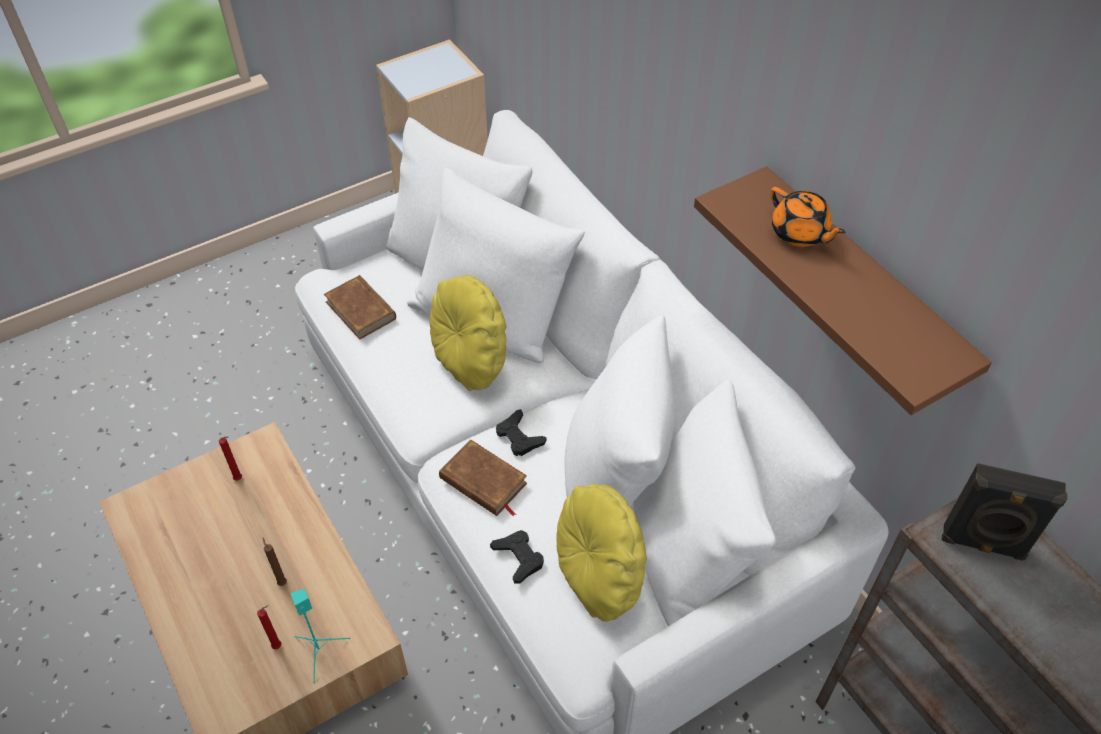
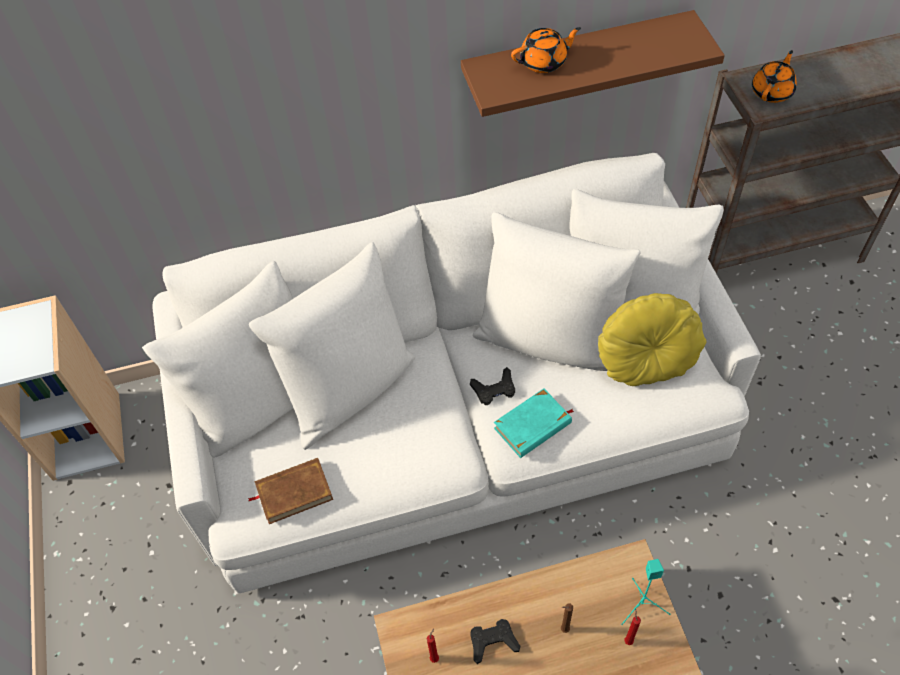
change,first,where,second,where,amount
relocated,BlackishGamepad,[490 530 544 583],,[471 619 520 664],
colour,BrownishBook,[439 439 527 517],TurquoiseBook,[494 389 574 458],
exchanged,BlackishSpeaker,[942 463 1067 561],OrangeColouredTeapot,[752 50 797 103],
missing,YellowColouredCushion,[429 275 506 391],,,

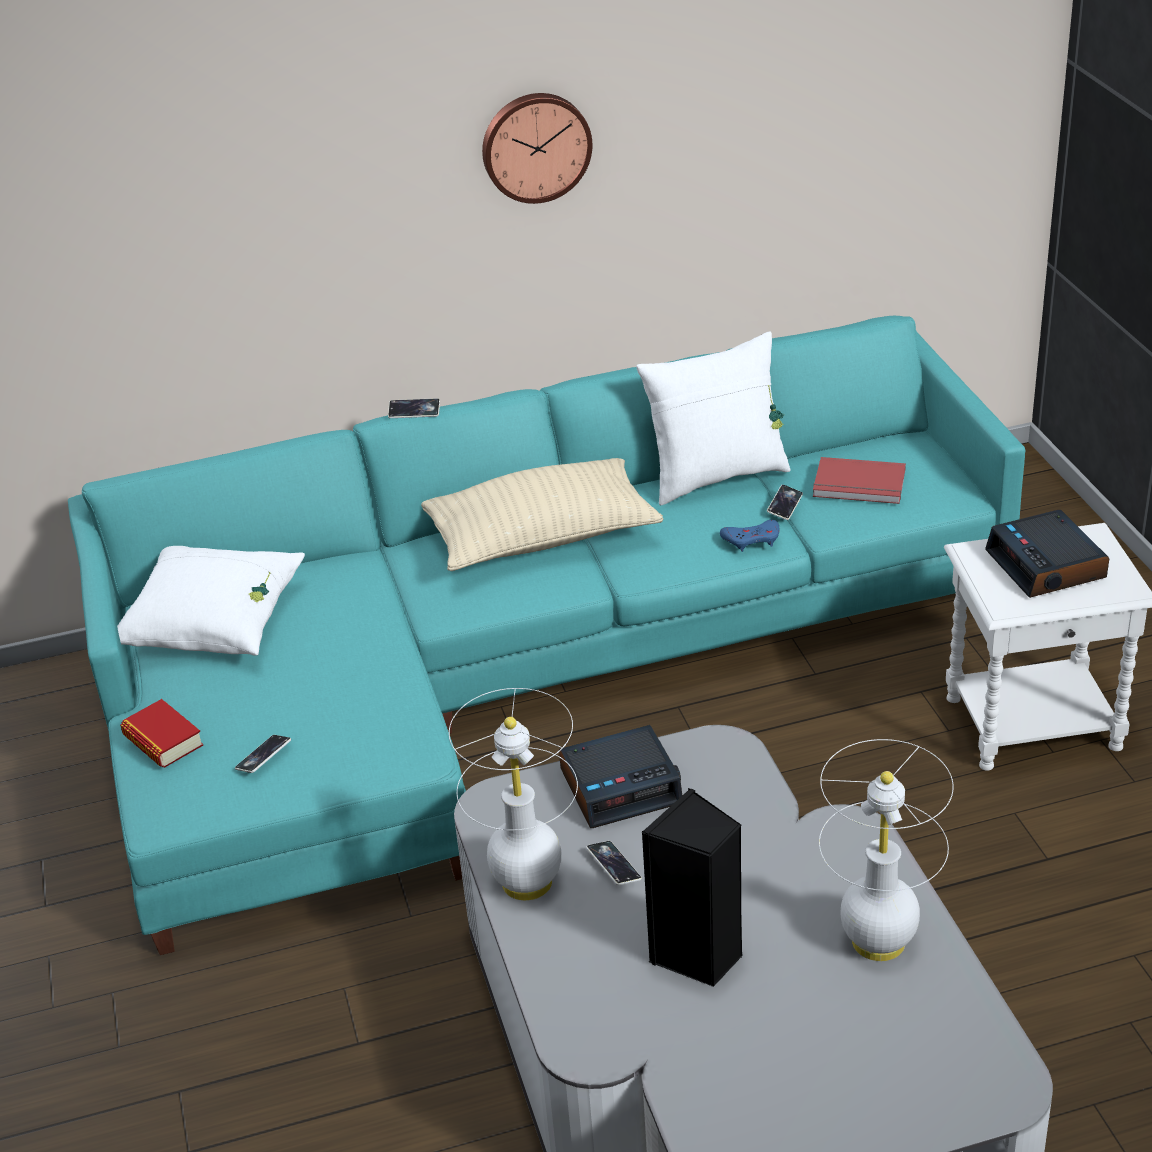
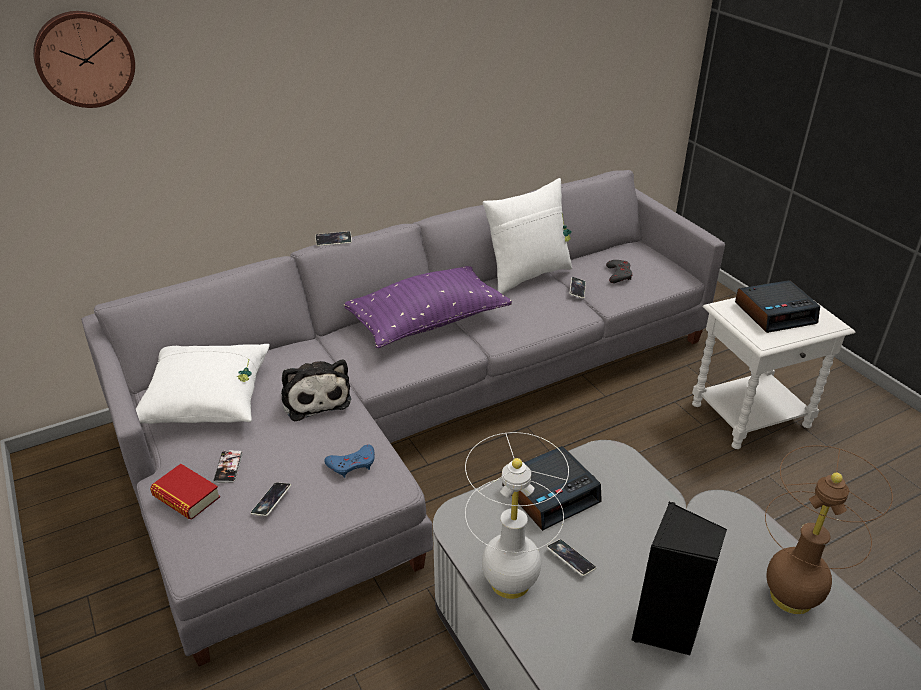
change,first,where,second,where,amount
relocated,ClockOnTheWall,[482 93 592 204],,[33 11 135 108],
colour,TurquoiseCouch,[68 316 1025 955],GreyCouch,[81 170 725 666],
appeared,,,Telephone,[213 450 243 483],
appeared,,,PlushToy,[281 359 352 422],
relocated,BluishGamepad,[720 520 779 552],,[324 445 375 478],
colour,SandColouredCushion,[421 458 663 571],PurpleColouredCushion,[344 266 512 348],
exchanged,ReddishBook,[813 457 906 504],GreyGamepad,[606 260 633 283],
spun,TableClock,[985 510 1109 598],,[735 280 820 333],75 degrees counterclockwise
colour,WhiteColouredTableLamp,[819 739 954 961],BrownishTableLamp,[765 445 893 614],

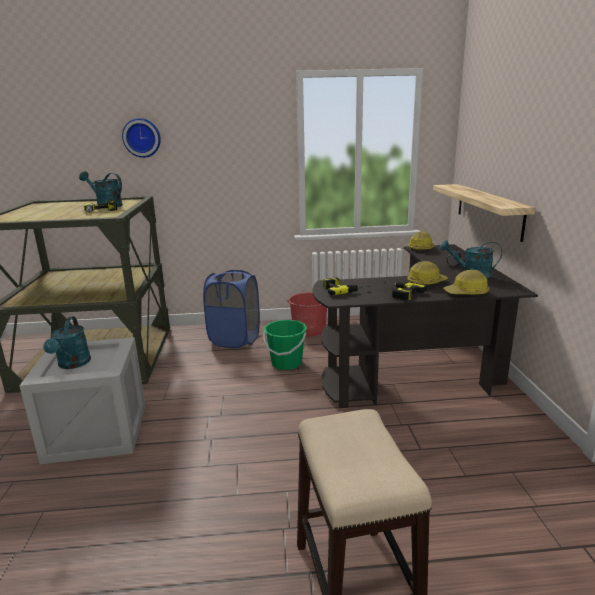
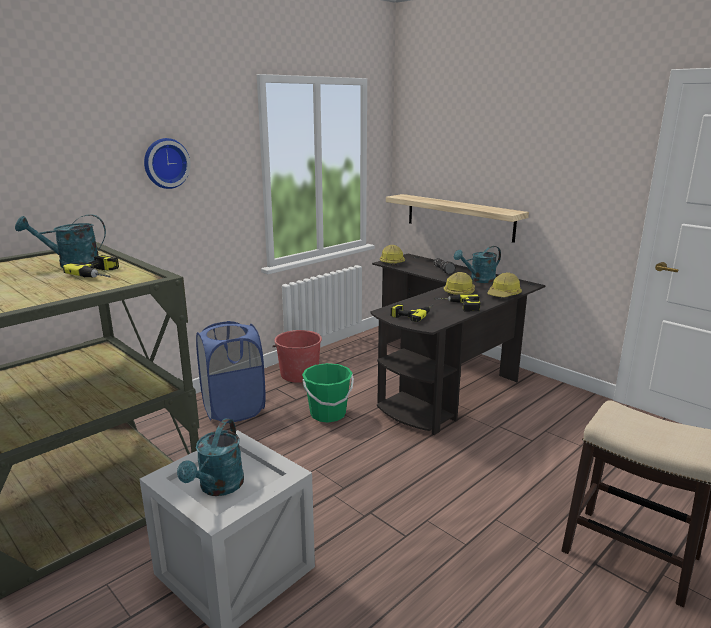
change,first,where,second,where,amount
relocated,ClockOnTheWall,[122 118 161 158],,[144 138 191 189],
spun,TurquoiseWateringCan,[43 317 91 369],,[177 418 244 496],60 degrees clockwise

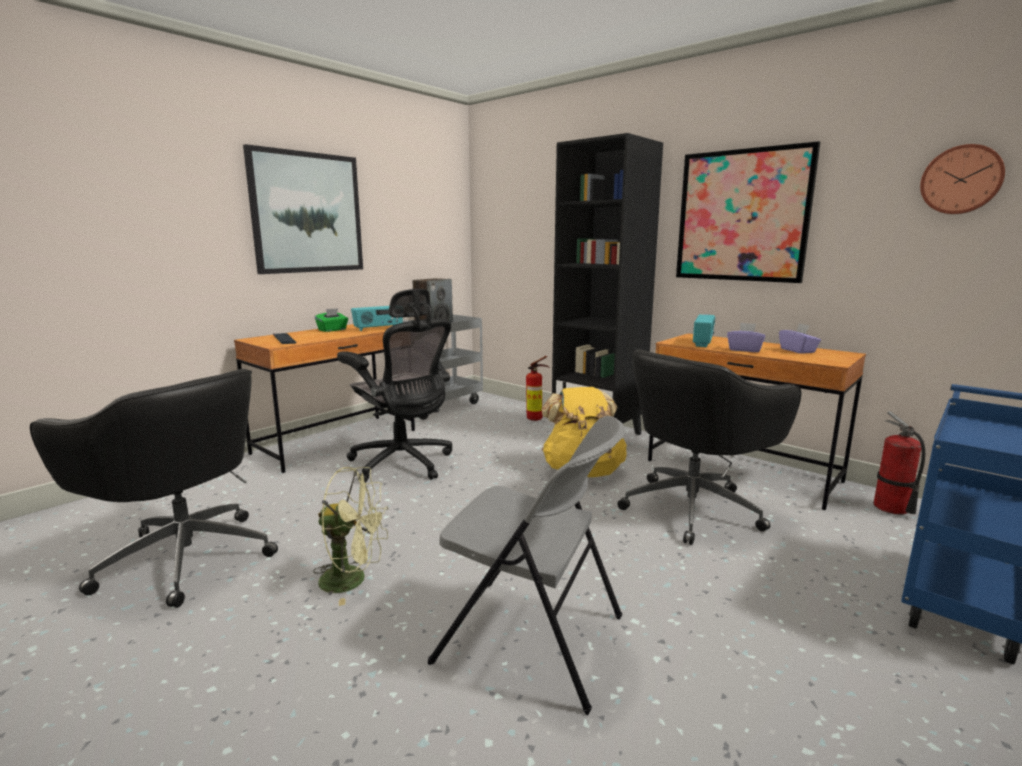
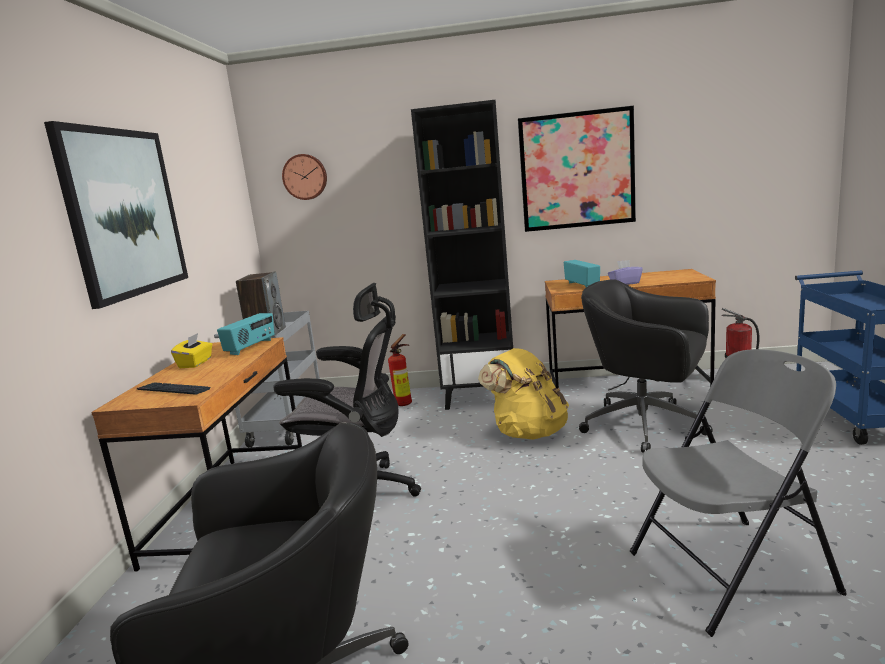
change,first,where,second,where,amount
colour,GreenishTissueHolder,[315 308 348 332],YellowColouredTissueHolder,[171 333 212 368],
relocated,ClockOnTheWall,[920 144 1005 214],,[282 154 327 200],
spun,BlackishDeskChair,[617 349 801 545],,[579 279 713 453],105 degrees clockwise
missing,GreenishElectricFan,[313 467 388 606],,,
missing,PurpleColouredTissueHolder,[779 323 821 354],,,

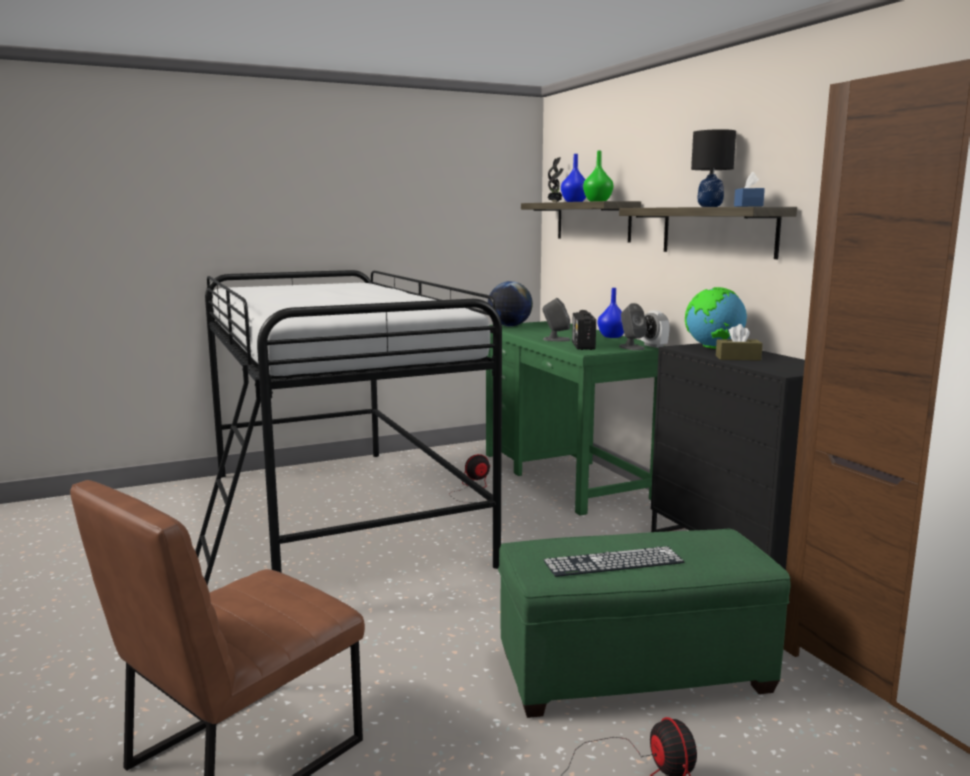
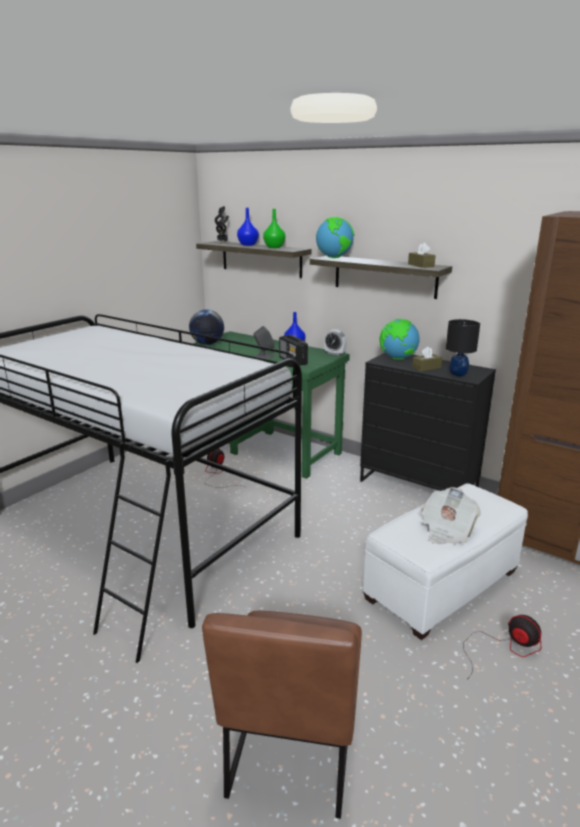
change,first,where,second,where,amount
appeared,,,DeskGlobe,[316 217 354 258],
colour,GreenishPouffe,[498 528 791 718],WhiteColouredPouffe,[363 483 528 640],
colour,BluishTissueHolder,[734 172 765 207],BrownishTissueHolder,[408 242 436 268],
exchanged,Keyboard,[543 546 685 577],PrintedPaper,[422 487 481 544],
relocated,BlackishTableLamp,[691 129 736 207],,[446 319 480 376],
missing,GreySpeaker,[619 303 647 350],,,

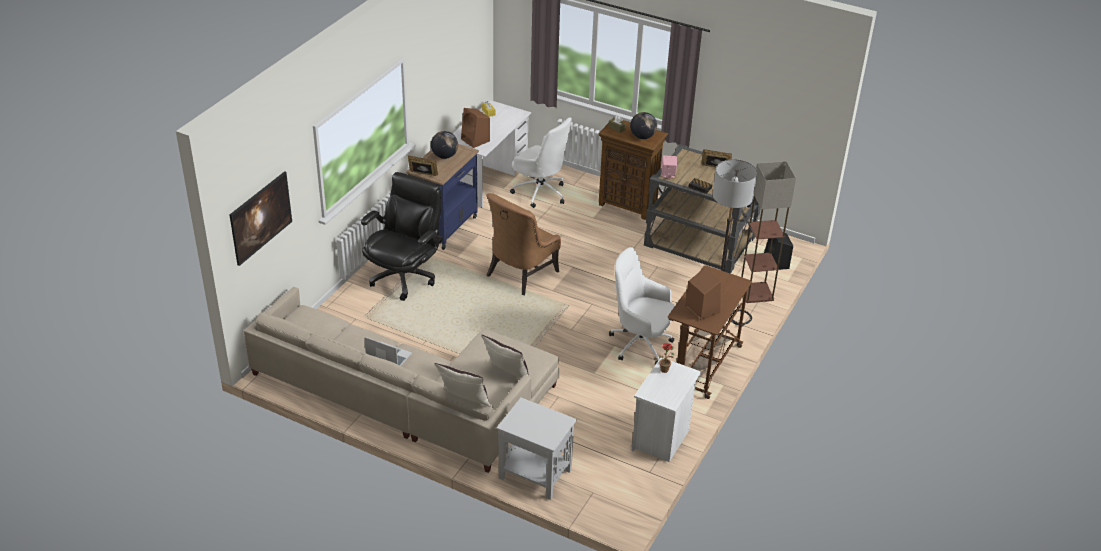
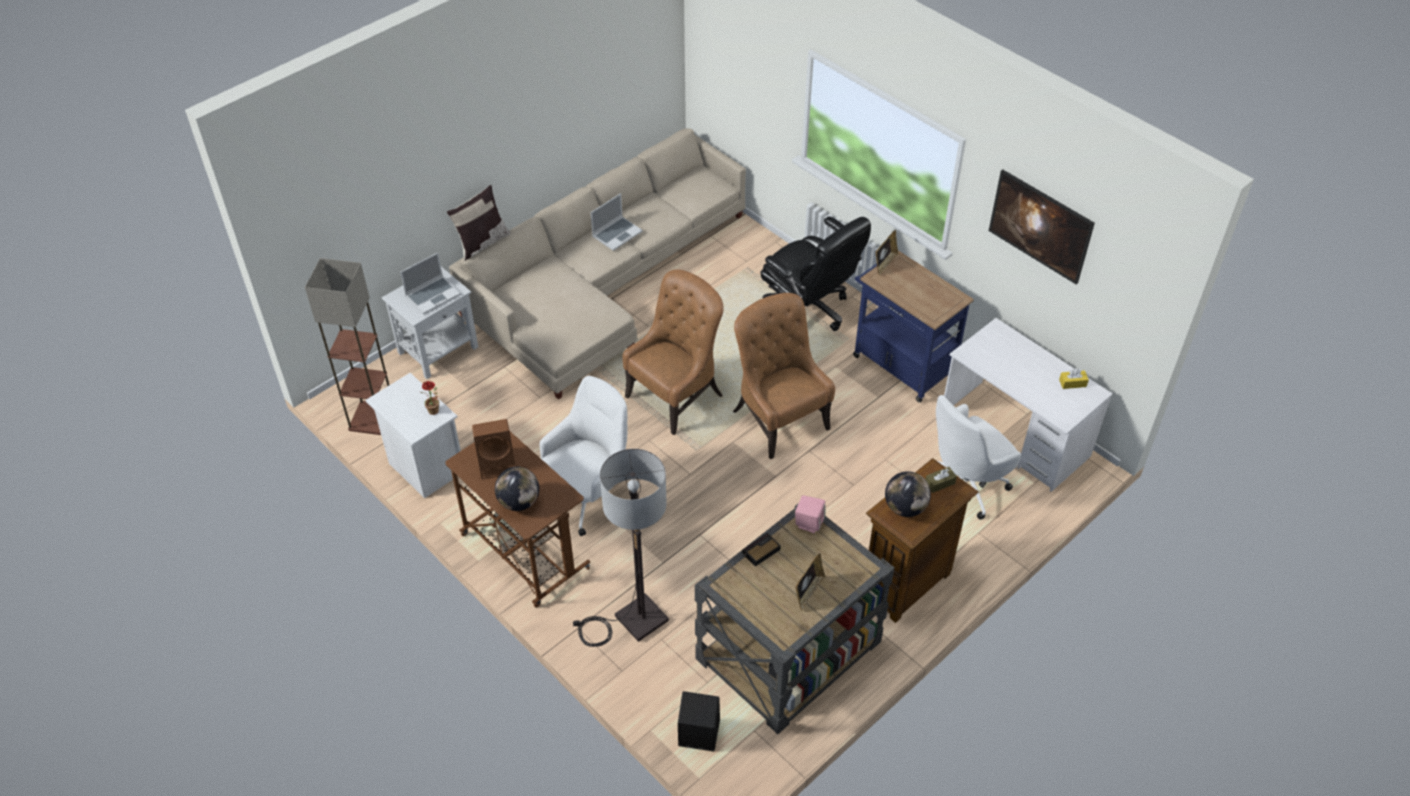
change,first,where,second,where,amount
relocated,StandardLamp,[741 161 796 303],,[305 258 389 435],
appeared,,,NotebookComputer,[400 252 460 314],
relocated,DeskGlobe,[431 131 458 159],,[495 467 539 511],
appeared,,,BrownishUprightChair,[622 270 724 435],
relocated,Picture,[230 171 292 266],,[989 169 1095 284],
missing,BrownishSpeaker,[461 108 490 148],,,
missing,Cushion,[481 335 529 378],,,

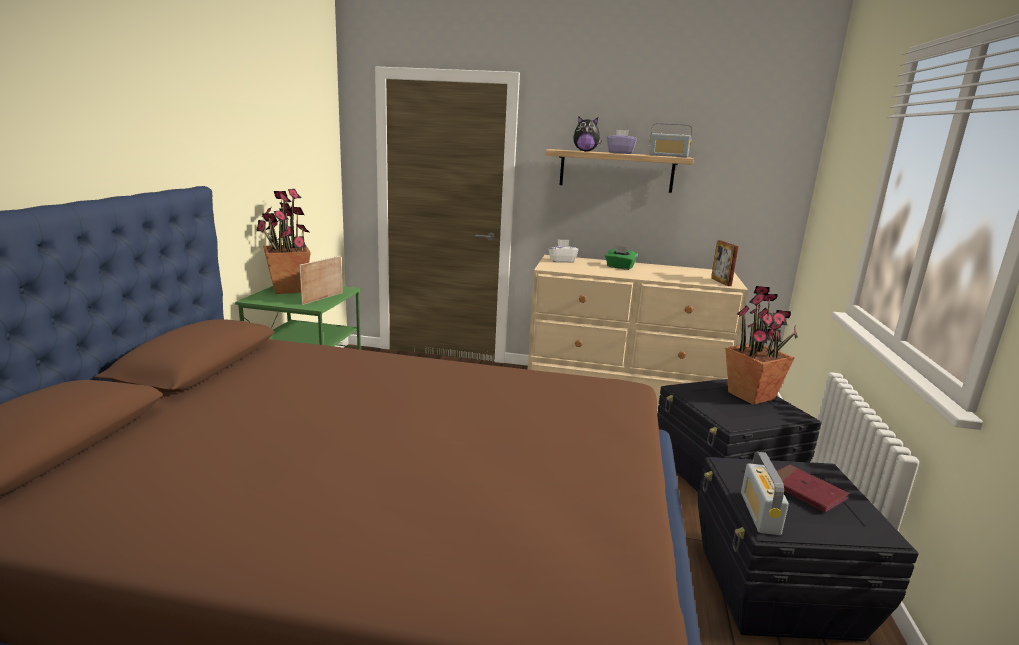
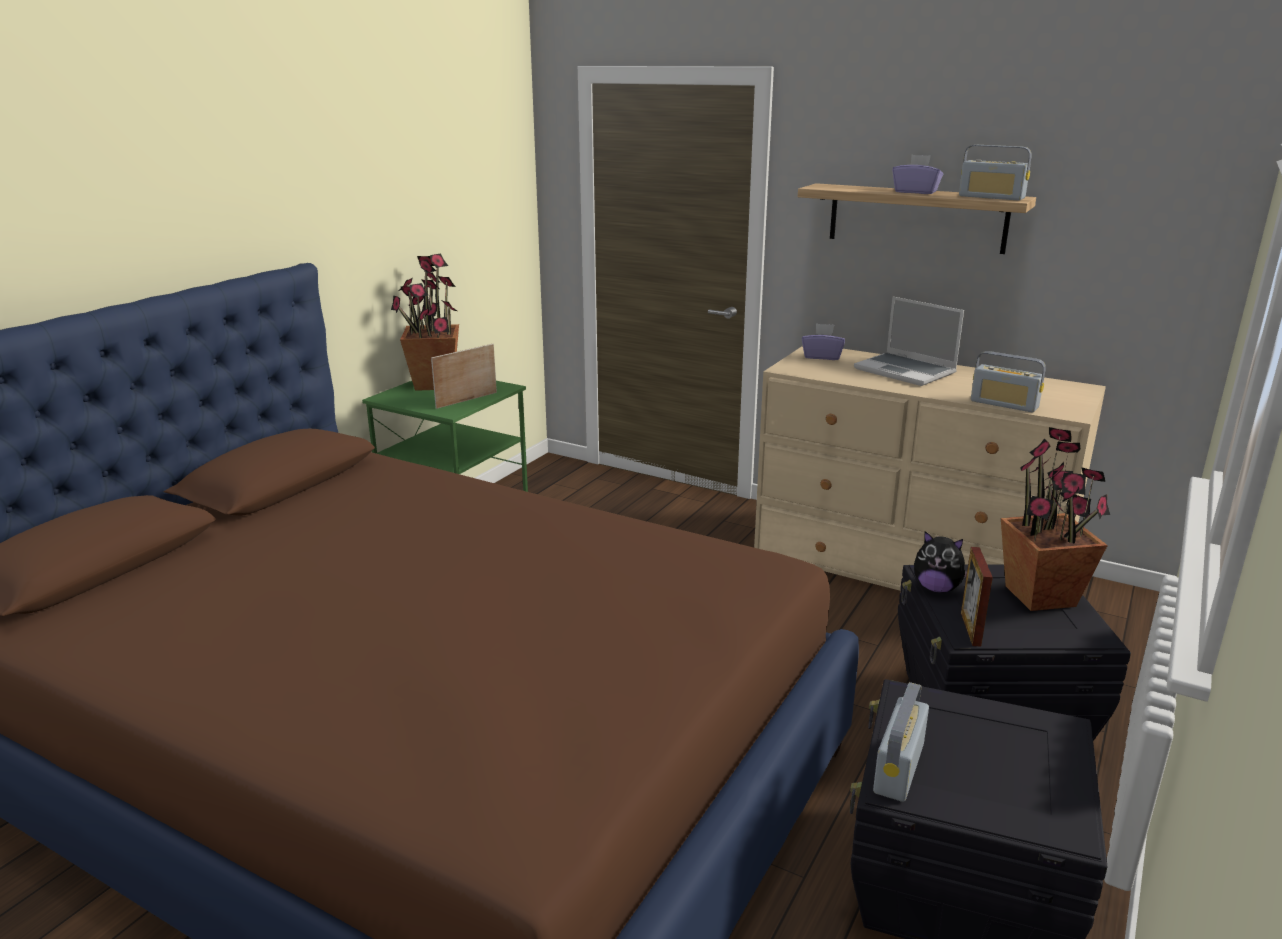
change,first,where,second,where,amount
colour,WhiteColouredTissueHolder,[548 239 578 263],PurpleColouredTissueHolder,[802 323 845 360],
exchanged,GreenishTissueHolder,[605 245 637 270],NotebookComputer,[854 297 964 386],
relocated,PlushToy,[573 117 602 152],,[914 531 967 593],
relocated,PictureFrame,[711 240 739 286],,[961 547 993 647],
appeared,,,Radio,[971 351 1046 412],
missing,ReddishBook,[777 464 849 512],,,

